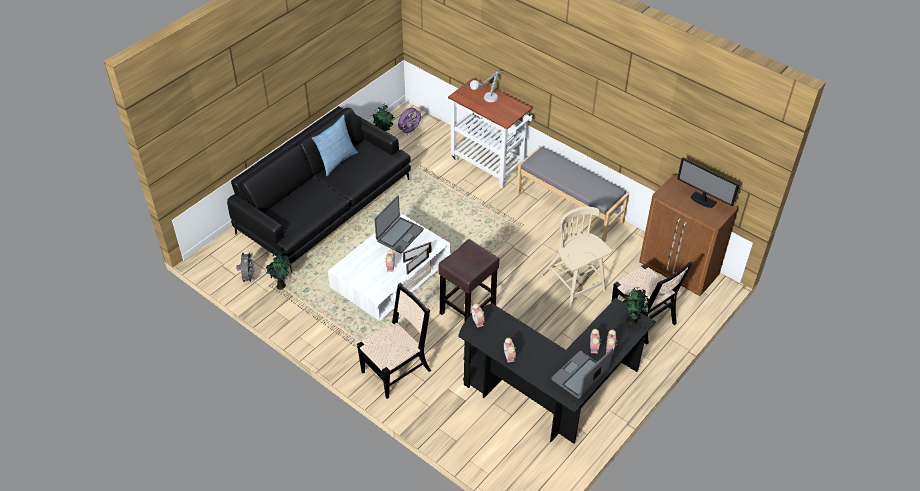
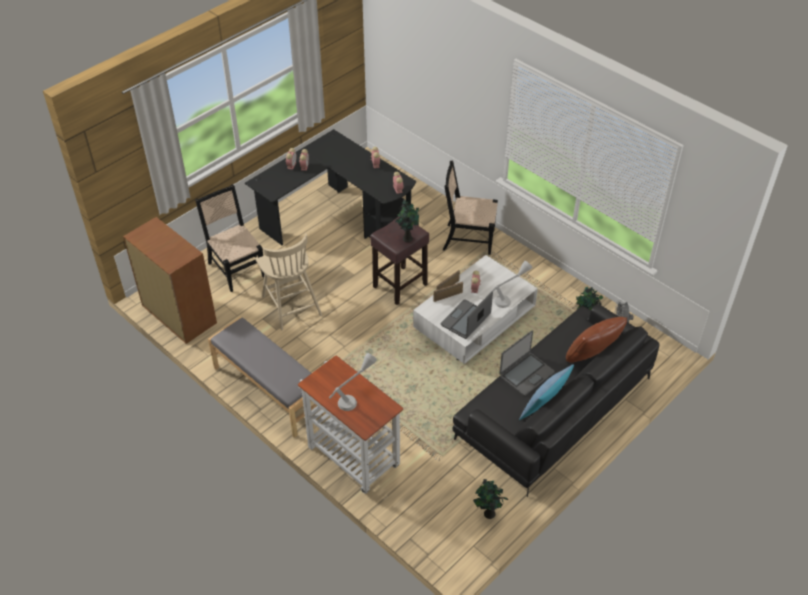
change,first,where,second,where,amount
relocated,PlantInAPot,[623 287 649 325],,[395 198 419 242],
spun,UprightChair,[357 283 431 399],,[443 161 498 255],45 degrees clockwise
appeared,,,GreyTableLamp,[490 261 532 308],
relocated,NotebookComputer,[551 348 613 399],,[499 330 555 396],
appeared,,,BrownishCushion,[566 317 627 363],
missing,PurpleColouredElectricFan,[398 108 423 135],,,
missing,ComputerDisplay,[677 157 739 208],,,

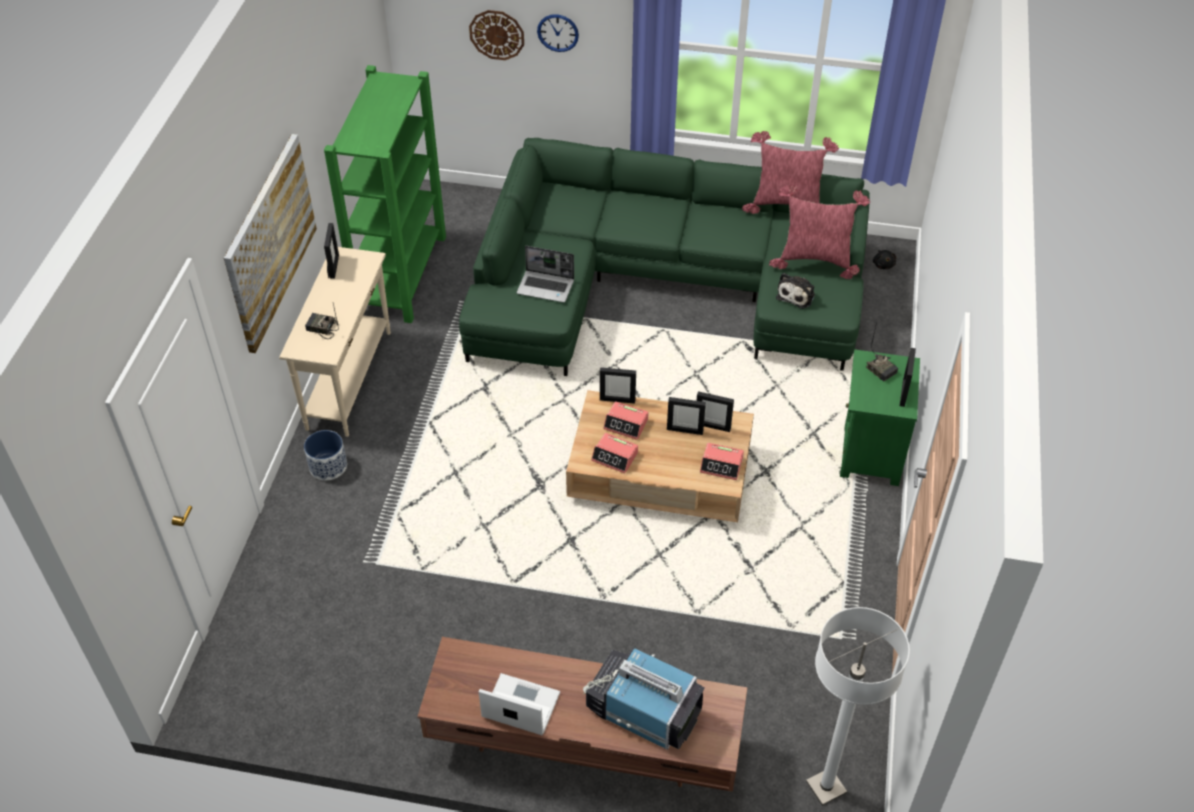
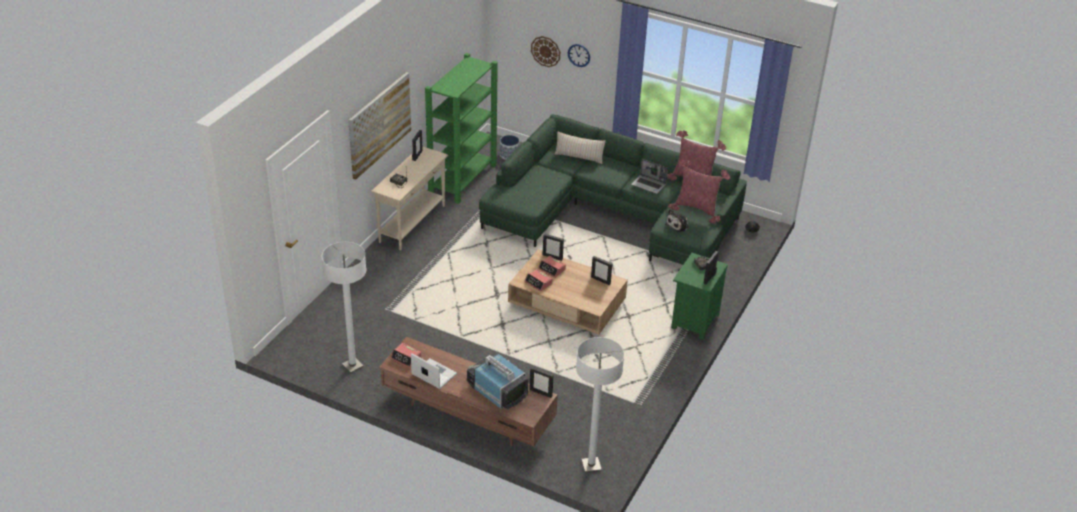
change,first,where,second,where,amount
appeared,,,WhiteColouredStandardLamp,[322 242 367 373],
relocated,TableClock,[700 443 744 480],,[391 343 421 368],
relocated,FlowerPot,[304 430 347 480],,[500 135 519 160],
relocated,PictureFrame,[667 397 706 435],,[529 367 554 398],
appeared,,,SandColouredCushion,[554 132 606 164],
relocated,NotebookComputer,[517 246 574 303],,[631 159 668 194],

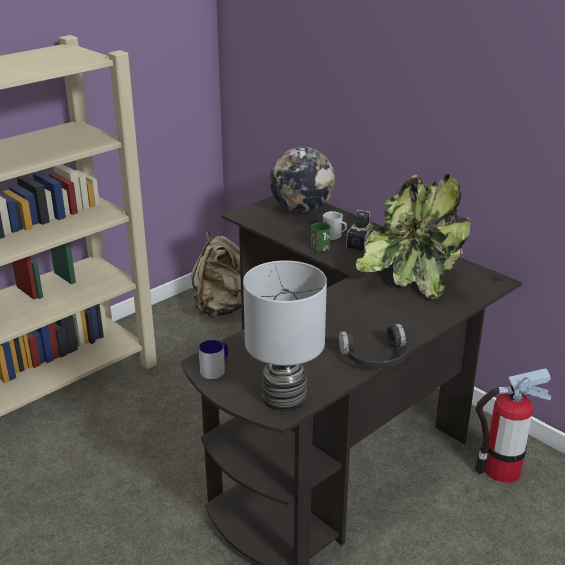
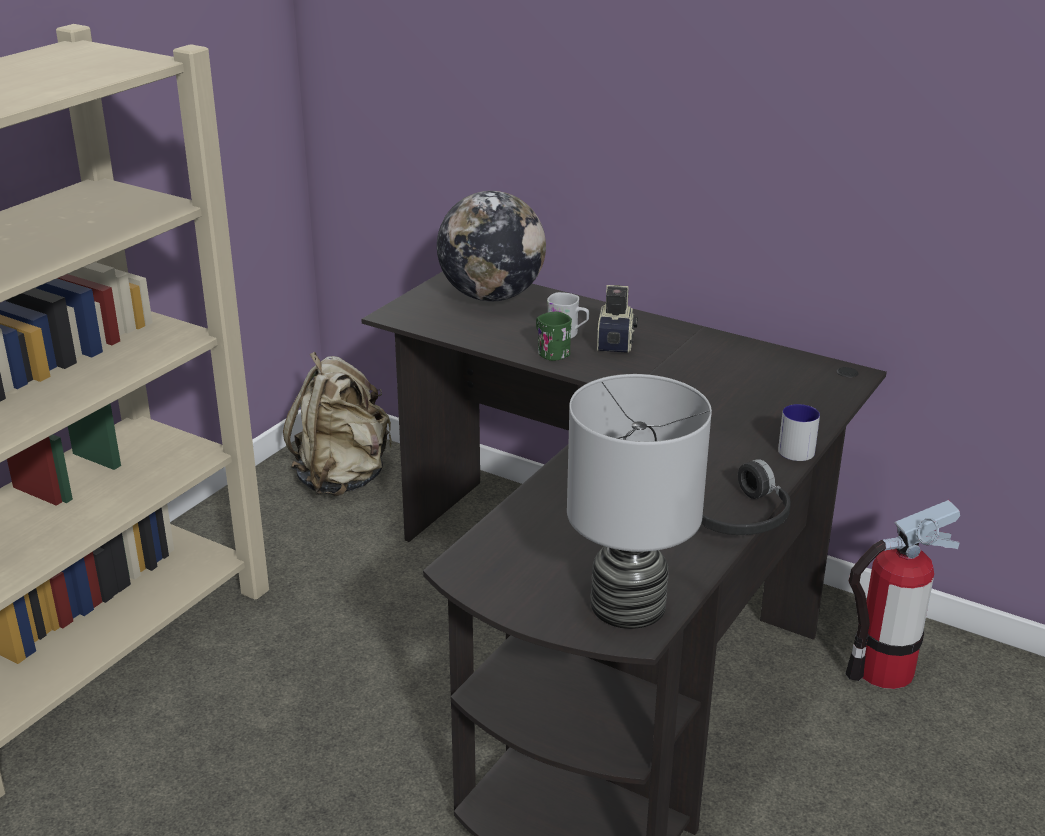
change,first,where,second,where,amount
relocated,TeaMug,[199 340 228 379],,[778 404 820 461],
missing,PlantInAPot,[356 174 471 299],,,

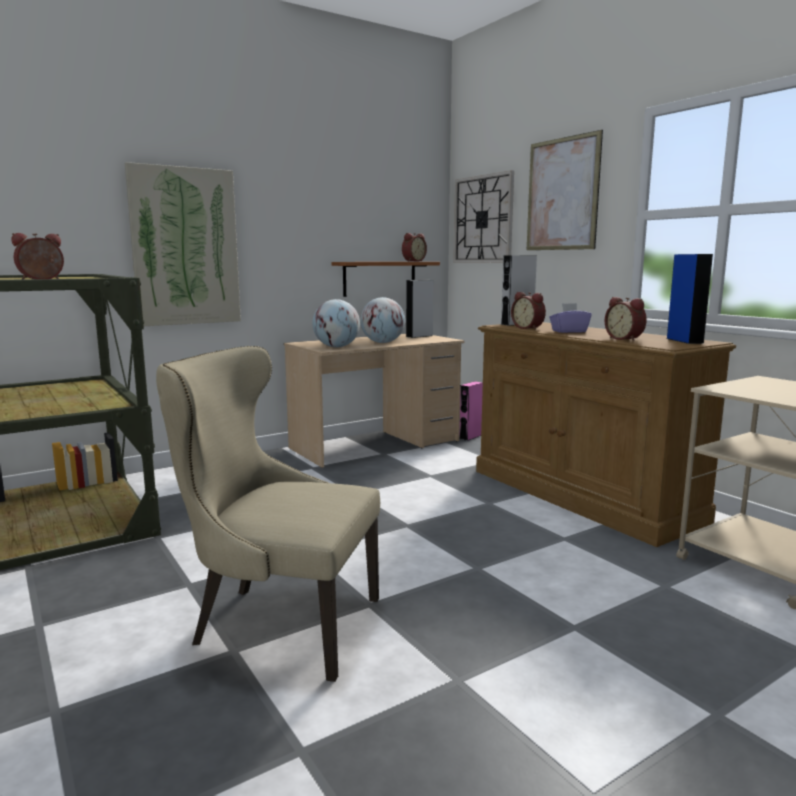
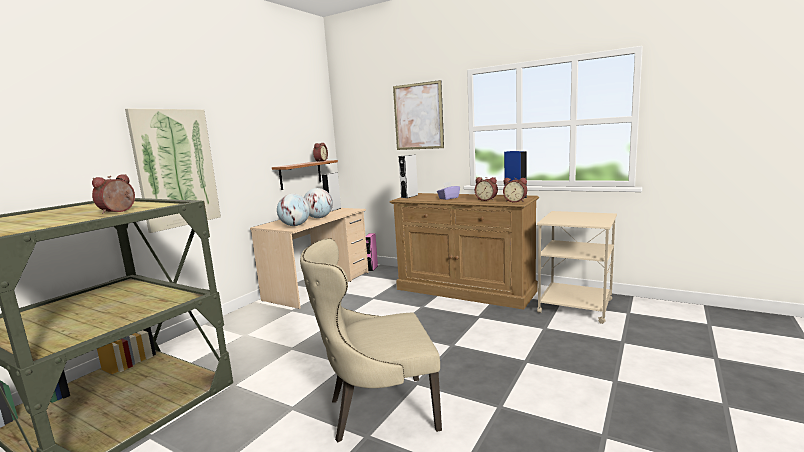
change,first,where,second,where,amount
relocated,TableClock,[511 292 546 330],,[503 178 527 202],
missing,ClockOnTheWall,[453 170 514 263],,,

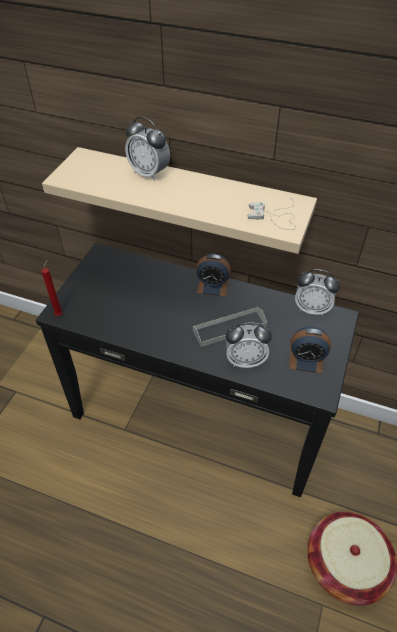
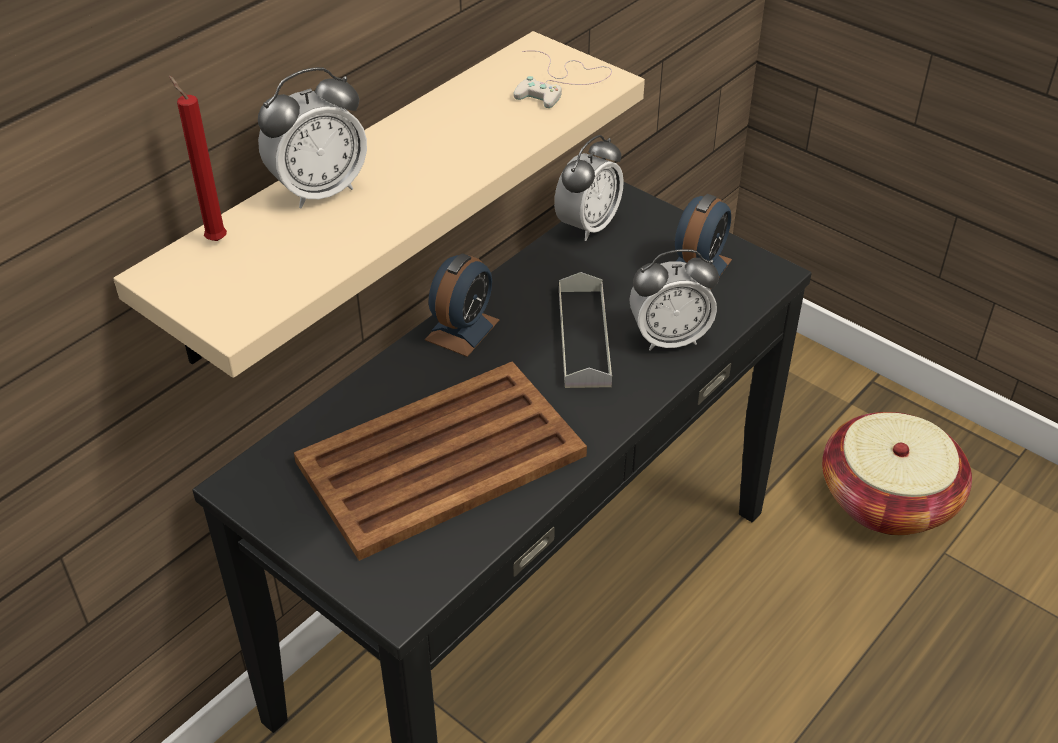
change,first,where,second,where,amount
relocated,ReddishWaxLight,[41 260 63 316],,[169 75 227 241],
appeared,,,BrownishCarryingTray,[294 361 587 561],
spun,TableClock,[225 322 272 368],,[629 249 719 351],60 degrees clockwise

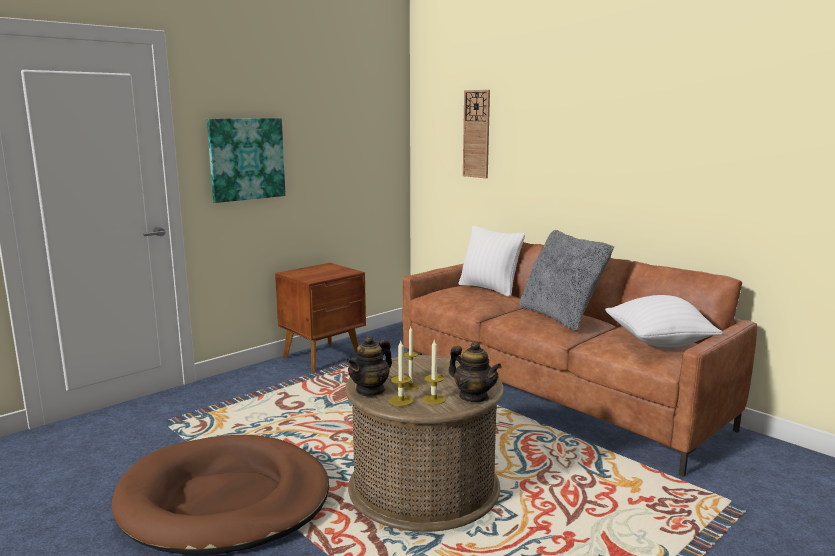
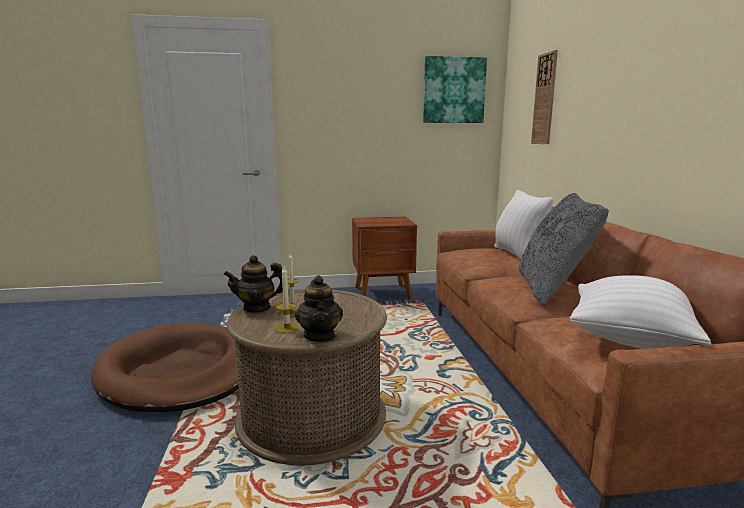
change,first,where,second,where,amount
relocated,Picture,[207 118 286 203],,[423 56 487 123],
missing,WaxLight,[389 341 413 406],,,

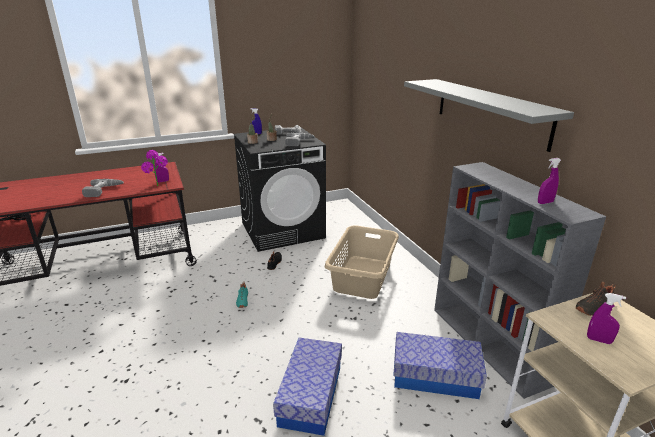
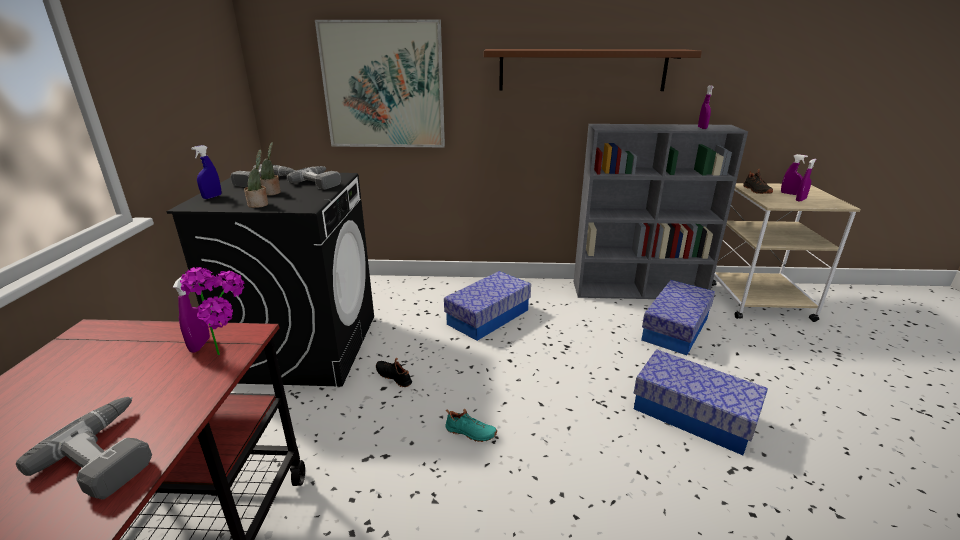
change,first,where,second,where,amount
appeared,,,Picture,[315 20 445 147],
exchanged,SandColouredLaundryBasket,[325 225 399 299],StorageContainer,[444 271 531 341],
colour,GreyWallShelf,[404 79 574 152],BrownishWallShelf,[484 49 702 91],
appeared,,,PurpleColouredHandSprayer,[781 154 808 195],

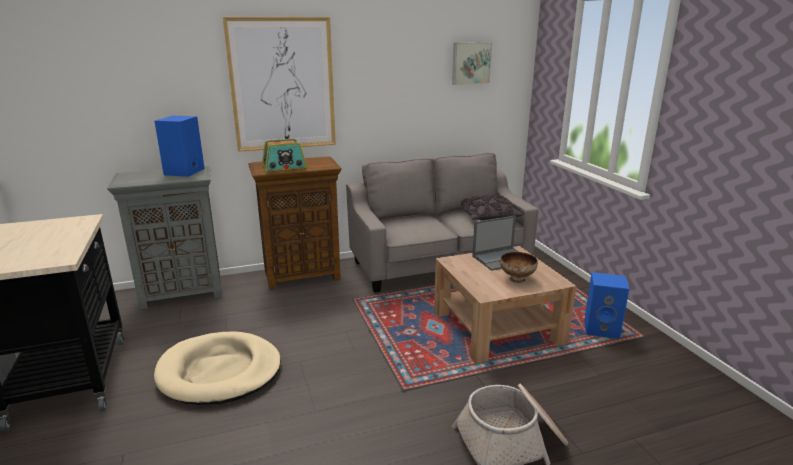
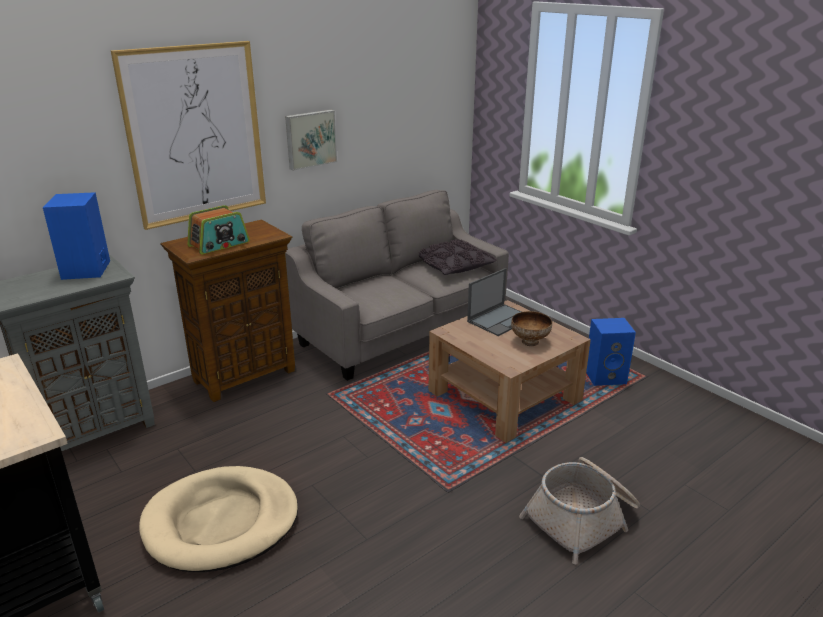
change,first,where,second,where,amount
relocated,Picture,[452 42 492 85],,[285 110 337 171],

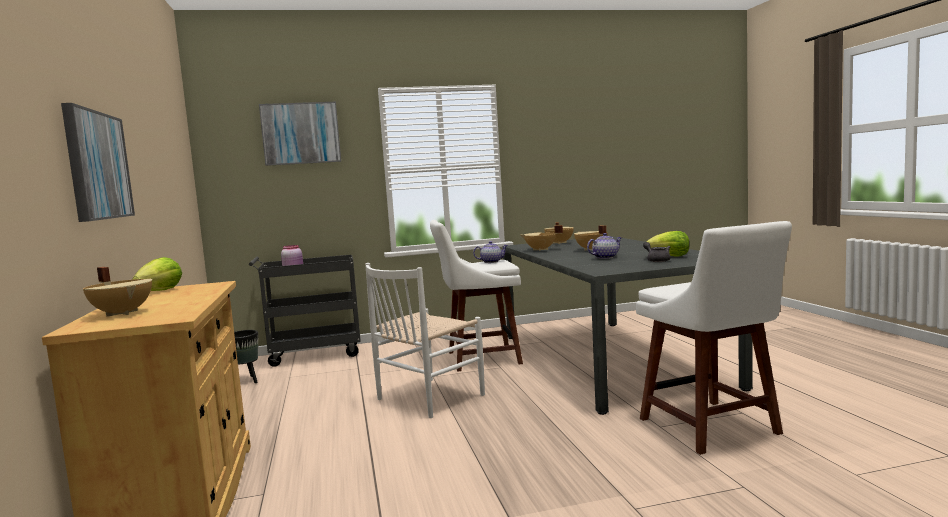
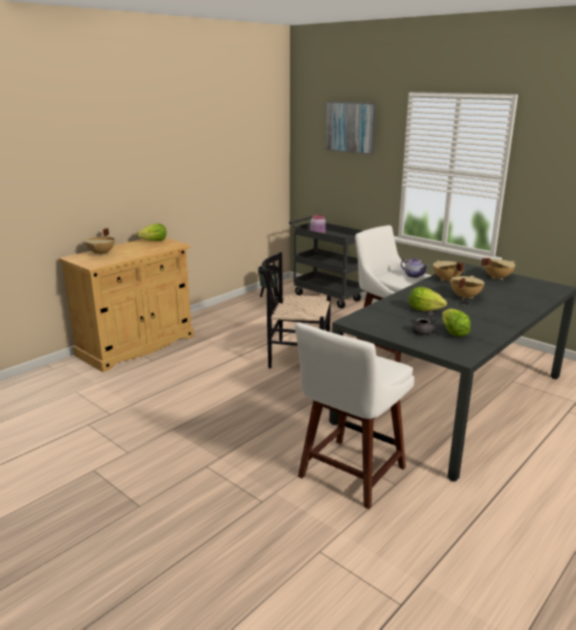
change,first,where,second,where,amount
colour,WhiteColouredUprightChair,[365 263 485 418],BlackishUprightChair,[262 252 331 368],
exchanged,Teapot,[587 233 622 259],Lettuce,[409 287 447 311],
missing,Picture,[61 103 135 222],,,

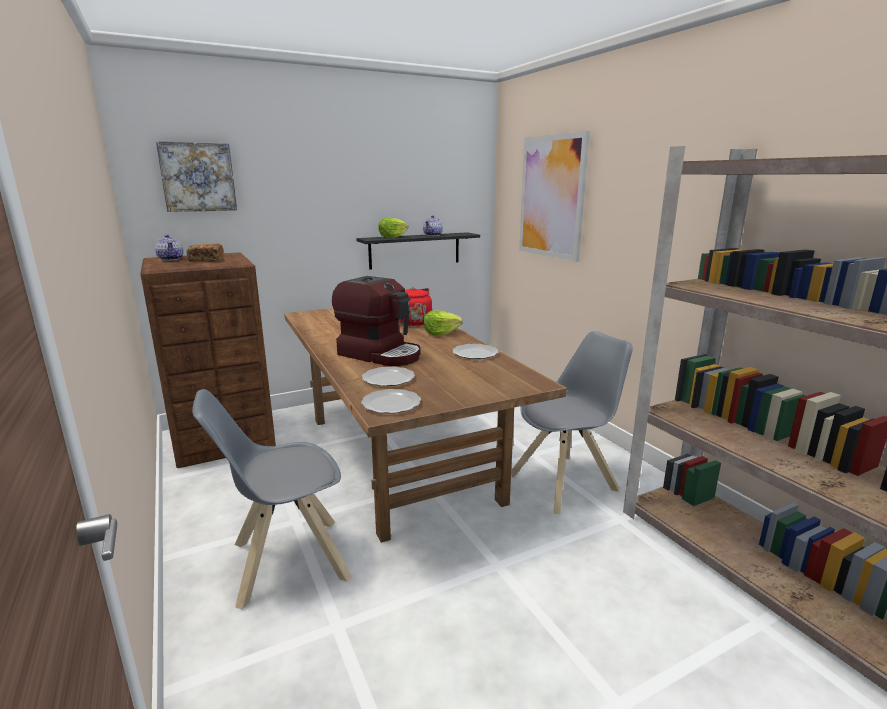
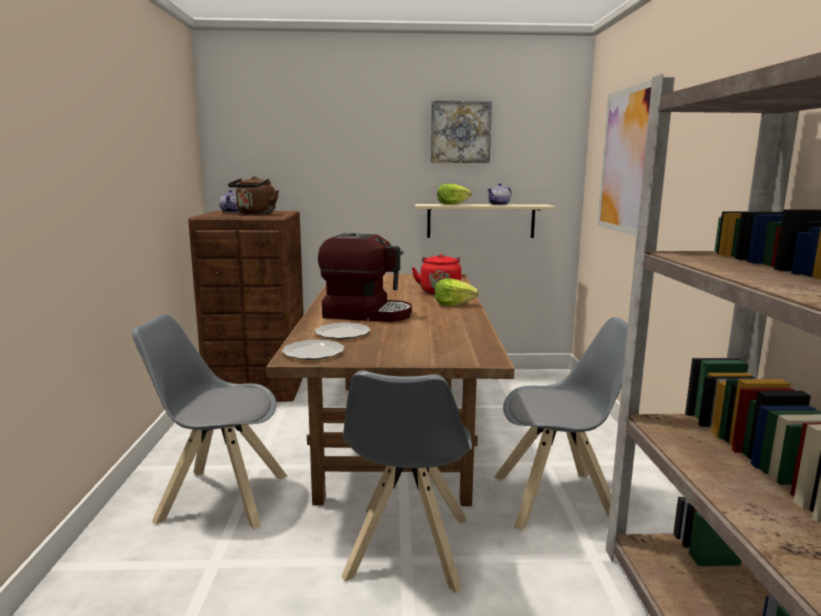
change,first,where,second,where,amount
exchanged,BakedBread,[187 244 224 262],BrownishTeaKettle,[228 176 279 215],
spun,CoffeeMachine,[332 276 420 367],,[318 233 412 322],45 degrees counterclockwise
appeared,,,GreyUprightChair,[341 370 472 593],
colour,BlackishWallShelf,[356 232 480 270],SandColouredWallShelf,[415 204 555 238],
relocated,Picture,[156 141 237 212],,[431 101 492 163],
missing,FlatDish,[453 344 499 359],,,

